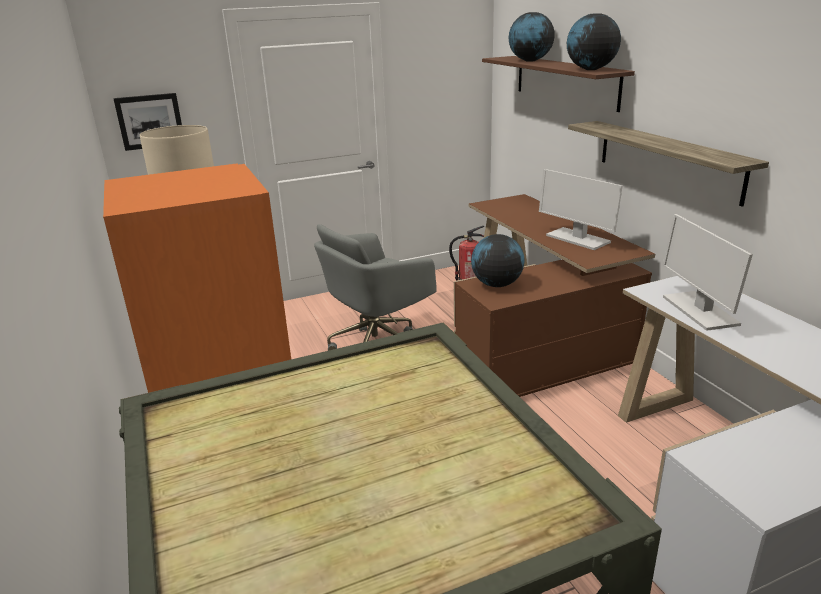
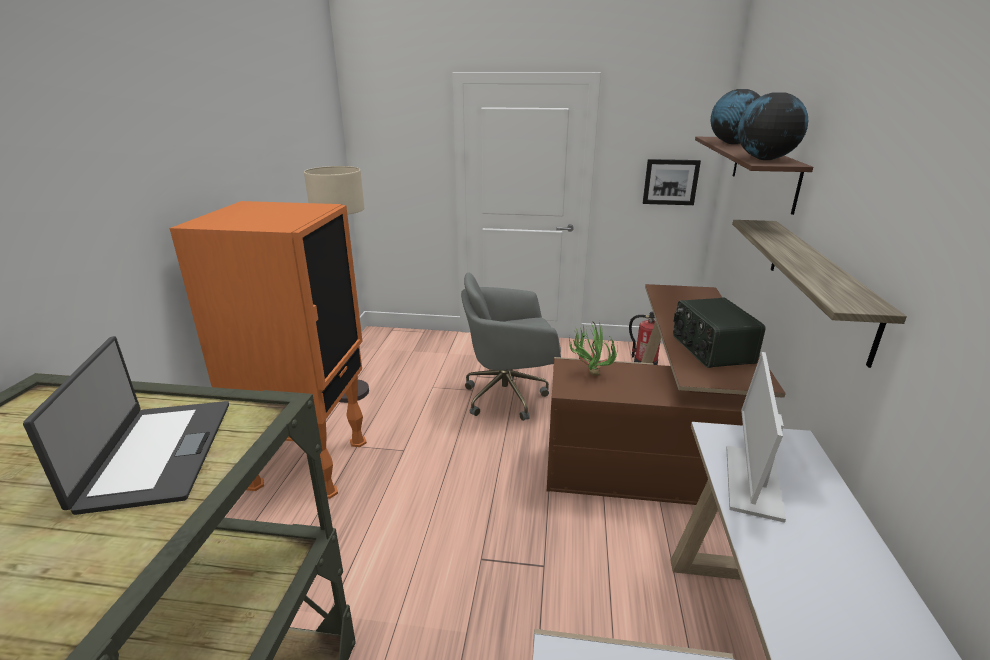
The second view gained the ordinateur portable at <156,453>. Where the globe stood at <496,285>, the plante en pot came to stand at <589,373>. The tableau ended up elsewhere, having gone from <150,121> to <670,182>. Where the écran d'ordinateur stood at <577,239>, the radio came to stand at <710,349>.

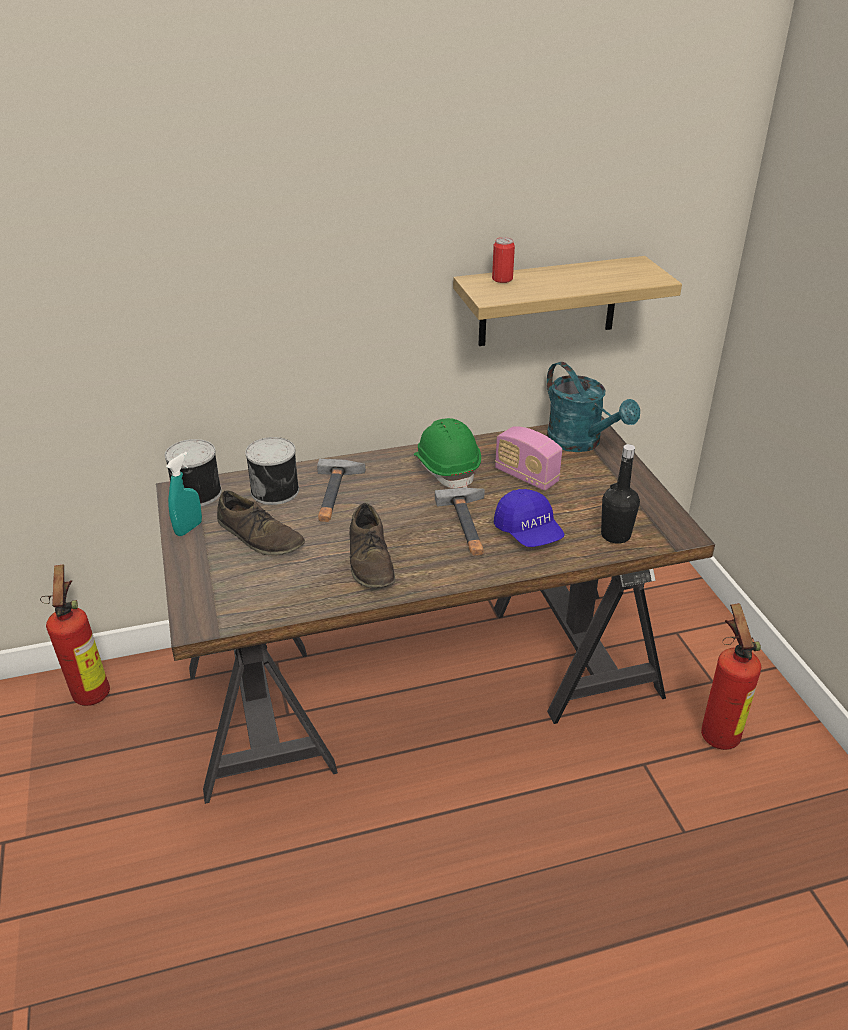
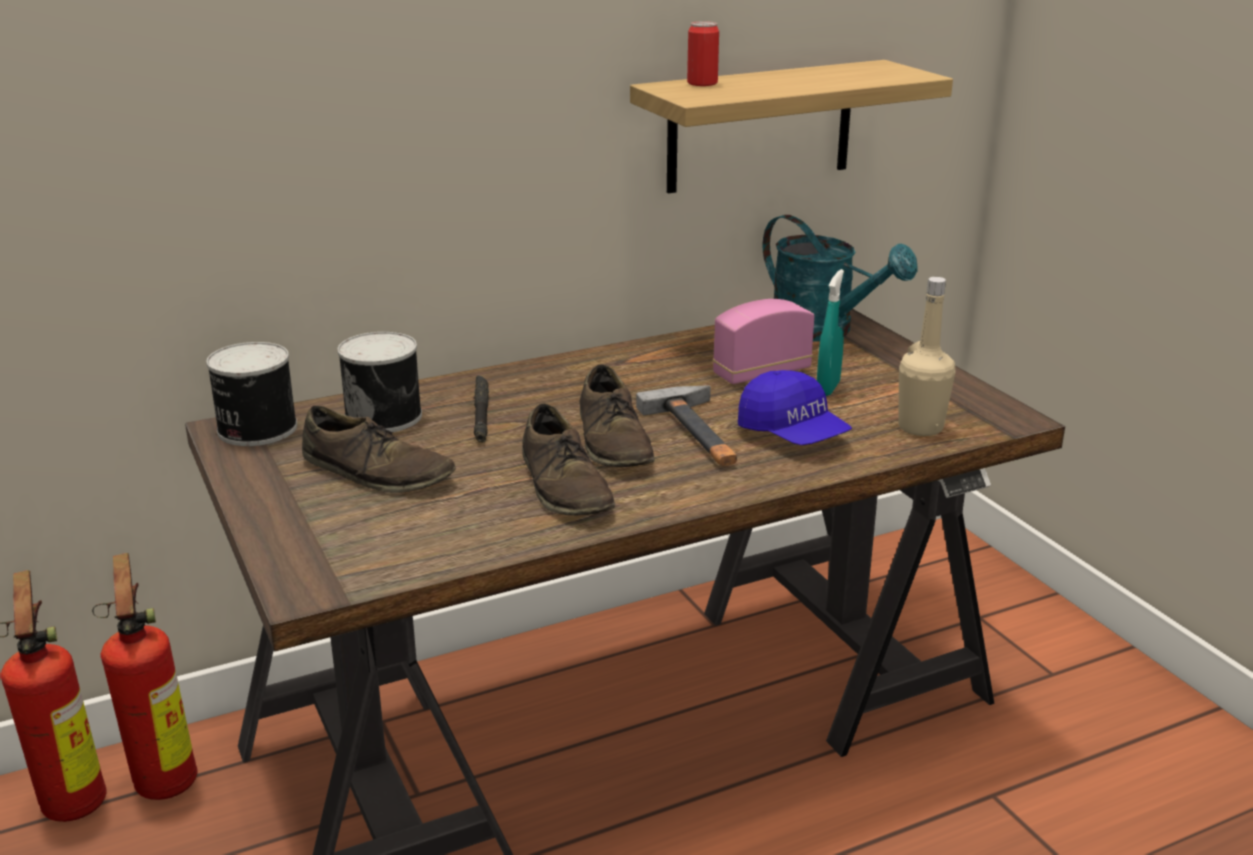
The extincteur ended up elsewhere, having gone from <717,732> to <167,777>. Where the marteau stood at <335,494>, the lampe de poche (noir) came to stand at <481,414>. The second view gained the chaussure (marron) at <614,441>. The radio at <526,476> ended up facing another way, 120 degrees clockwise from before. The vaporisateur (turquoise) ended up elsewhere, having gone from <188,528> to <828,388>. What was the bouteille (noir) at <615,535> turned into the bouteille (beige) at <920,427>. The second view lost the casque de chantier (vert) at <446,468>.

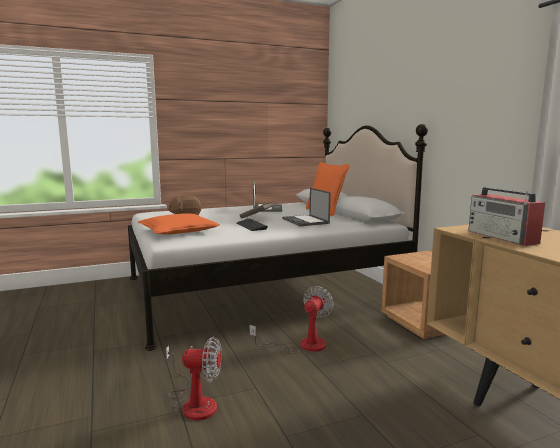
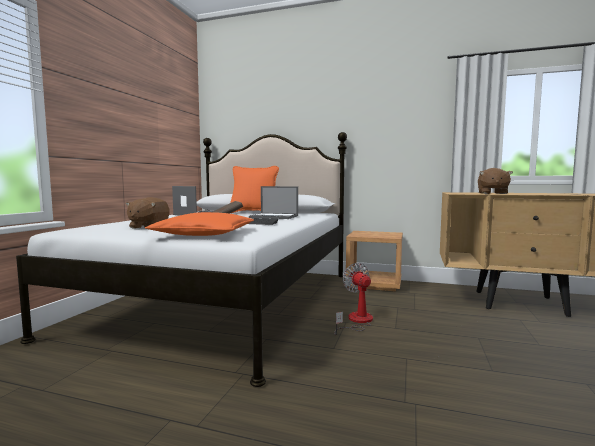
Where the radio stood at <502,237>, the peluche (marron) came to stand at <492,193>. The second view lost the ventilateur at <194,402>.

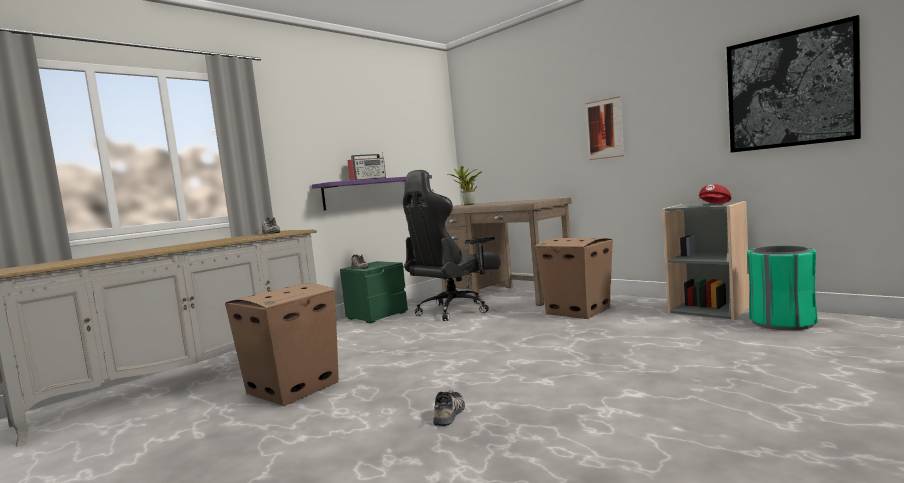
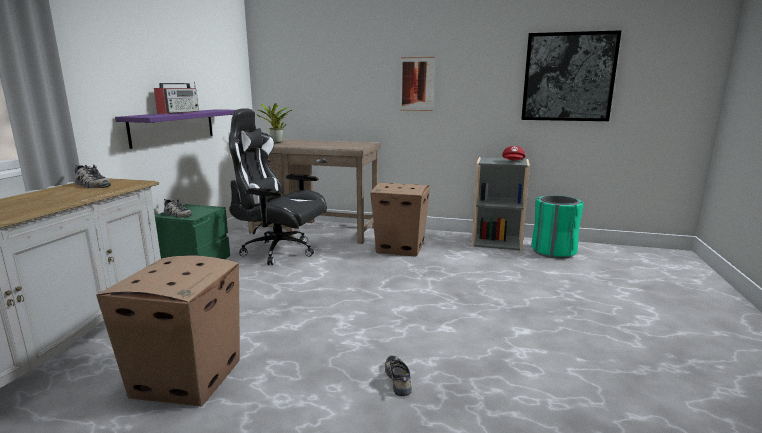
The chaise de bureau (noir) at <456,310> ended up facing another way, 90 degrees clockwise from before.

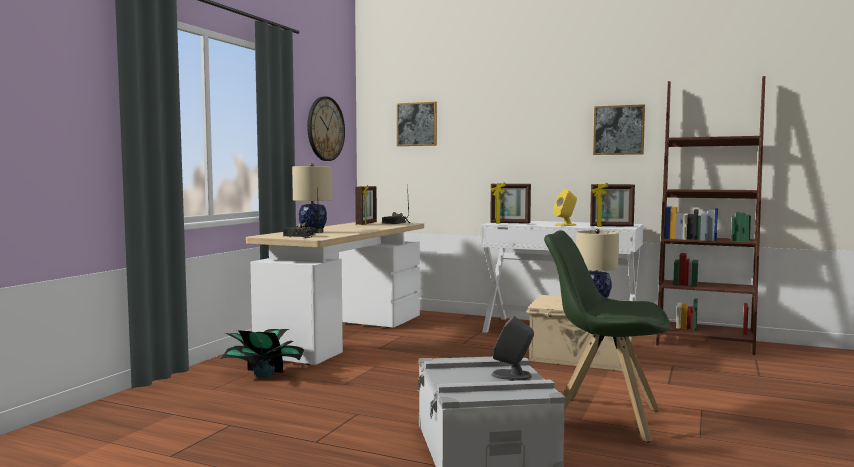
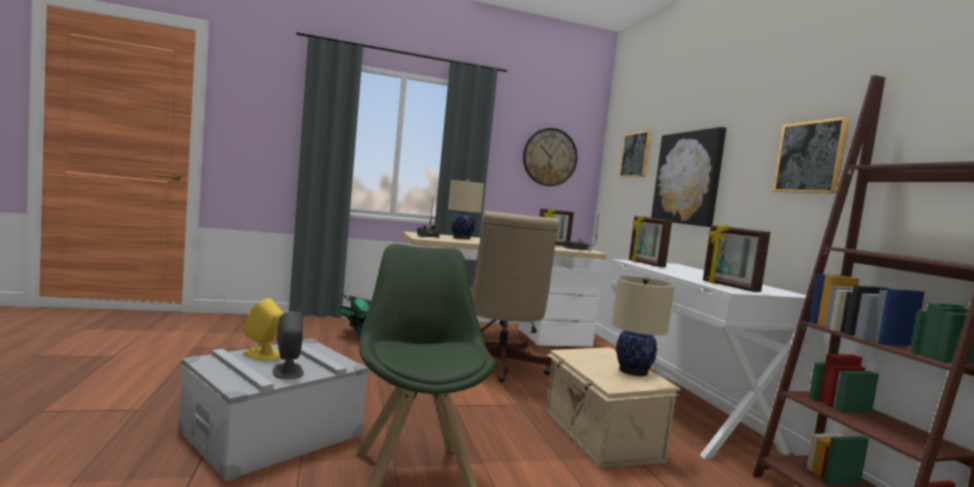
The enceinte (jaune) ended up elsewhere, having gone from <565,225> to <263,354>. The second view gained the chaise de bureau (beige) at <499,367>. The second view gained the tableau at <688,178>.

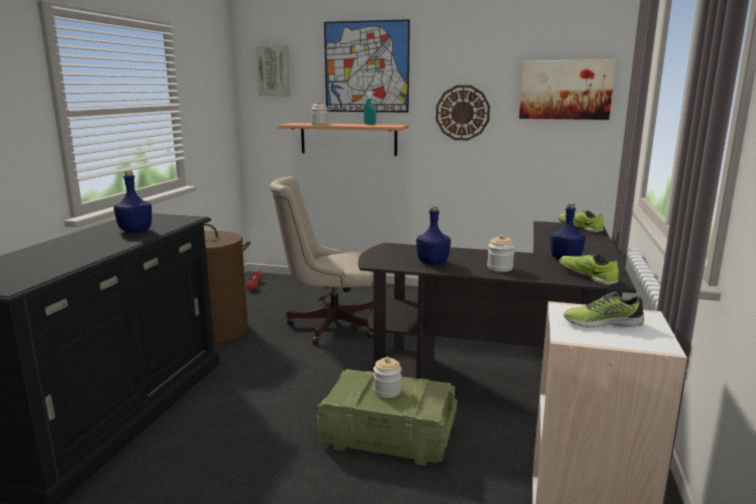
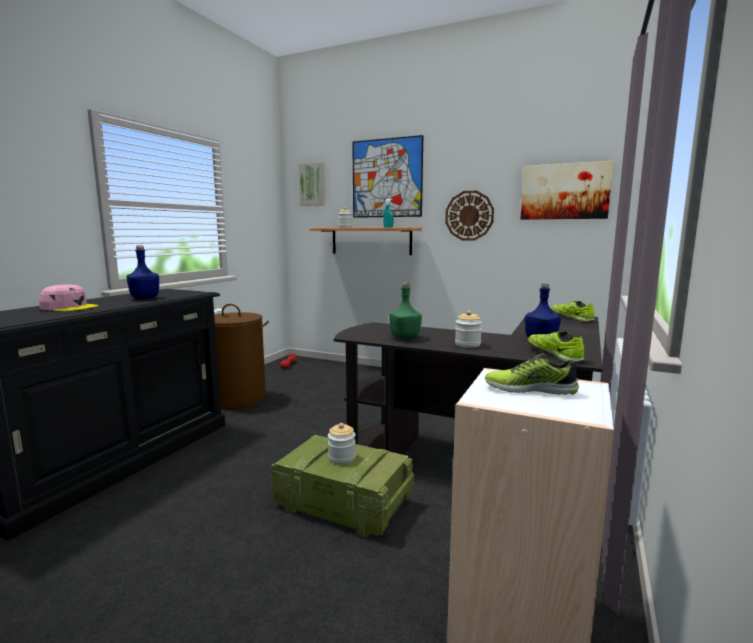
The second view gained the casquette (rose) at <69,307>. What was the bouteille (bleu) at <432,262> turned into the bouteille (vert) at <404,337>. The second view lost the chaise de bureau (beige) at <328,324>.

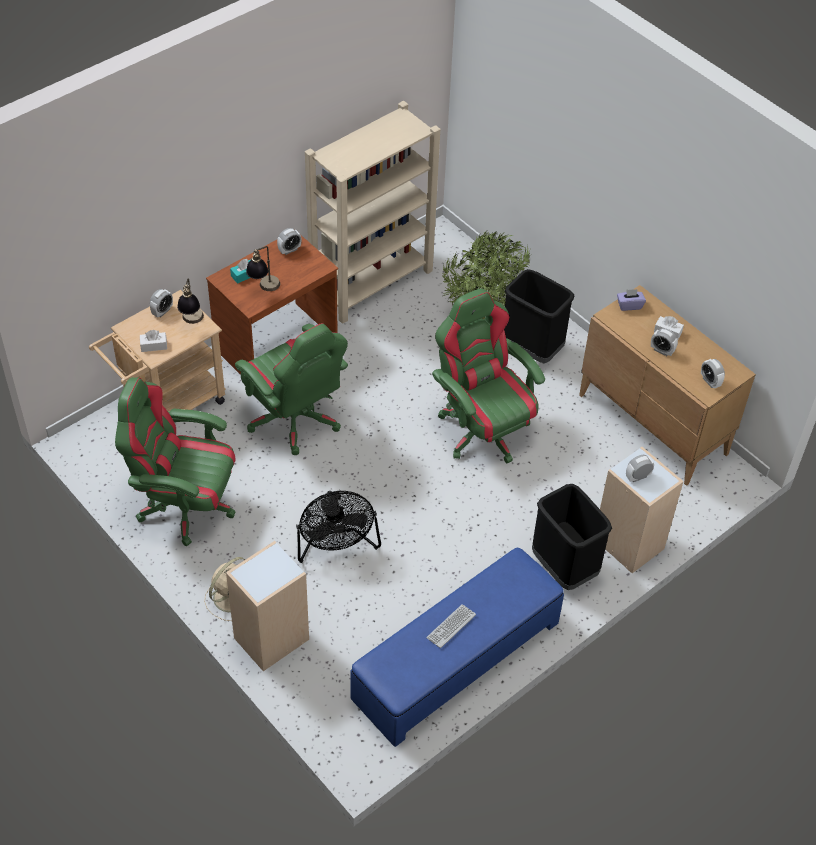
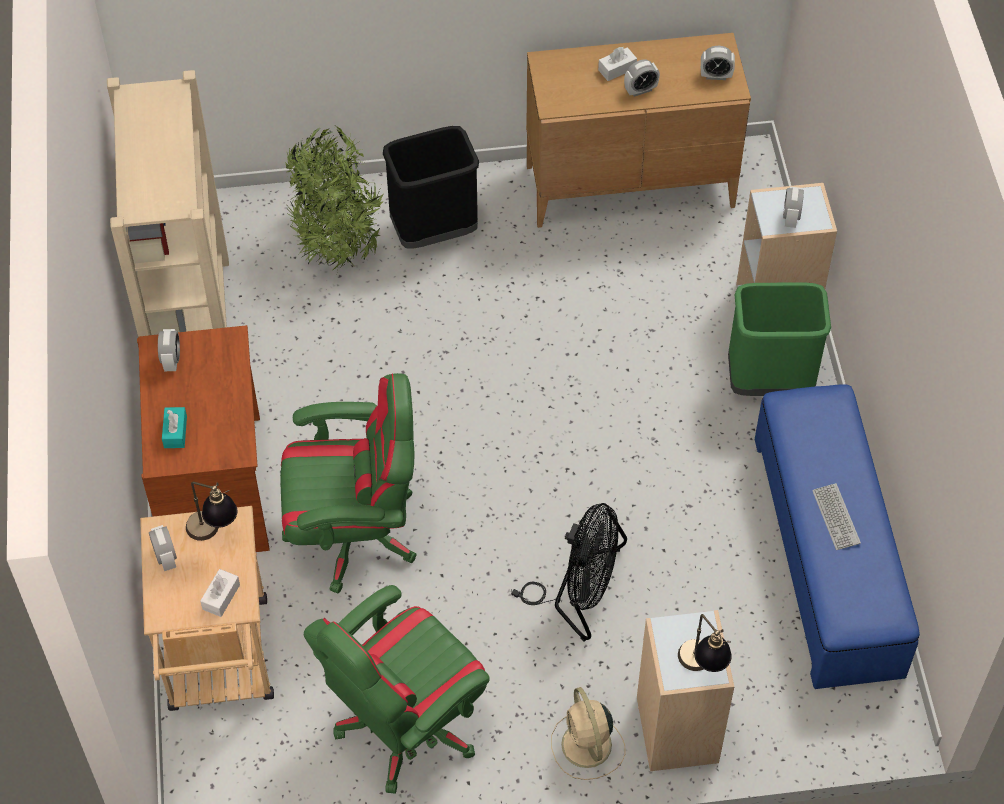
The lampe de table ended up elsewhere, having gone from <264,289> to <701,668>. What was the poubelle (noir) at <564,568> turned into the poubelle (vert) at <769,381>. The second view lost the chaise de bureau (vert) at <483,430>. The second view lost the boîte à mouchoirs (violet) at <629,305>.

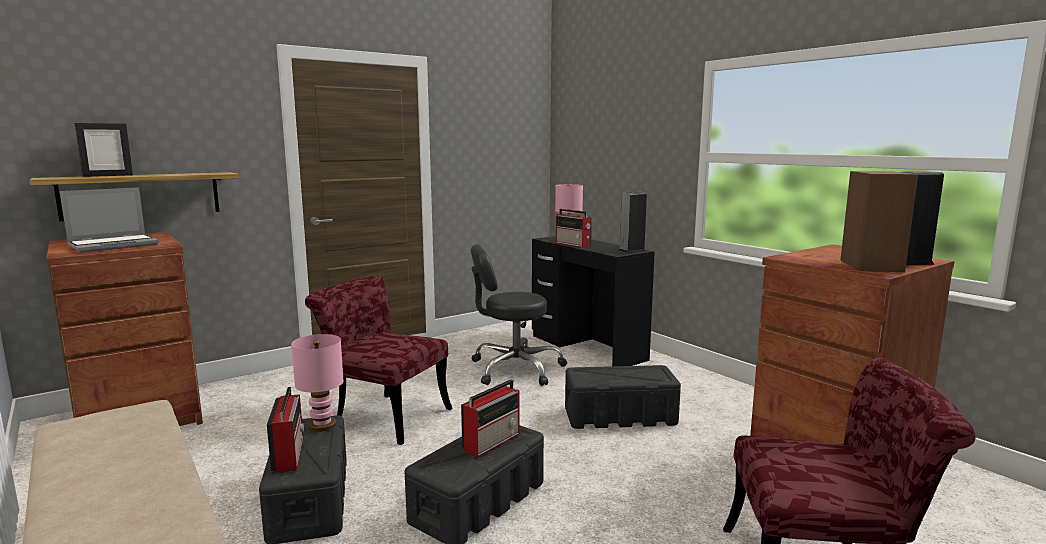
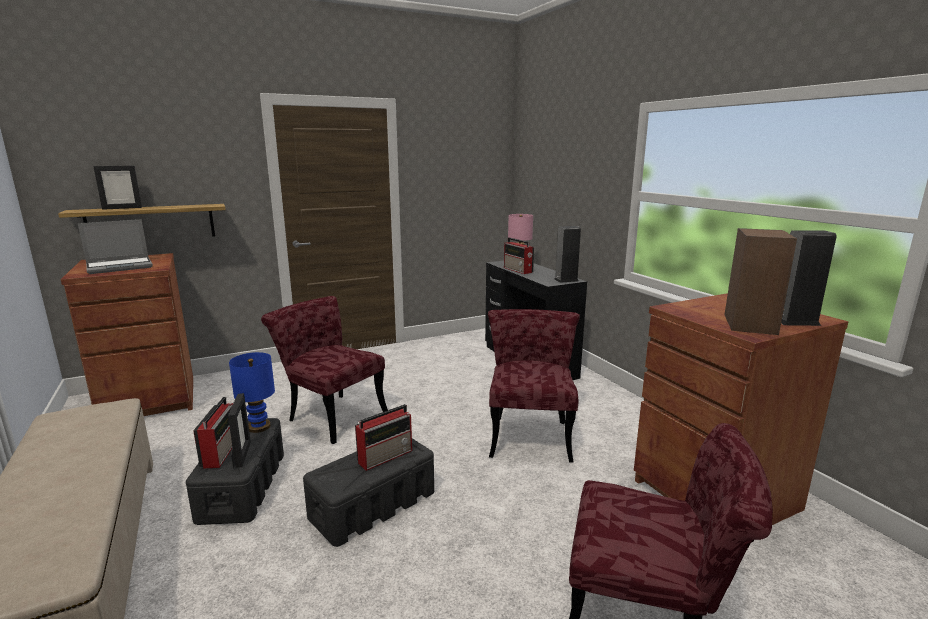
The second view gained the cadre photo at <242,454>. What was the lampe de table (rose) at <322,425> turned into the lampe de table (bleu) at <259,426>. Where the boîte de rangement (noir) stood at <620,416>, the chaise (rouge) came to stand at <530,433>. The second view lost the chaise de bureau (noir) at <511,369>.

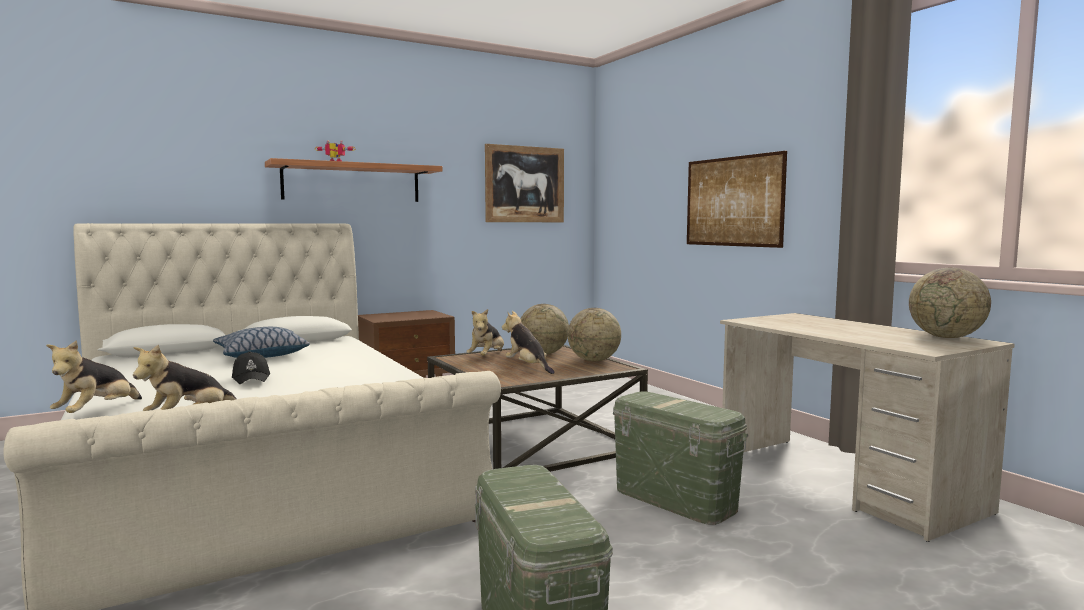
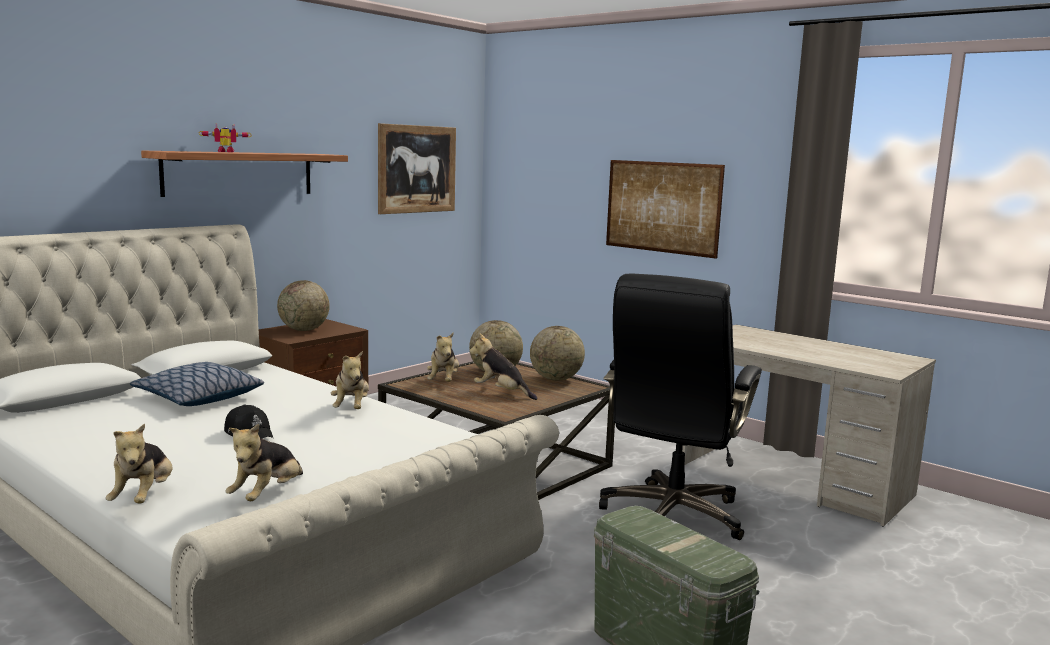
The globe ended up elsewhere, having gone from <946,337> to <304,330>. The second view gained the peluche at <351,408>. Where the boîte de rangement (vert) stood at <674,499>, the chaise de bureau (noir) came to stand at <674,513>.

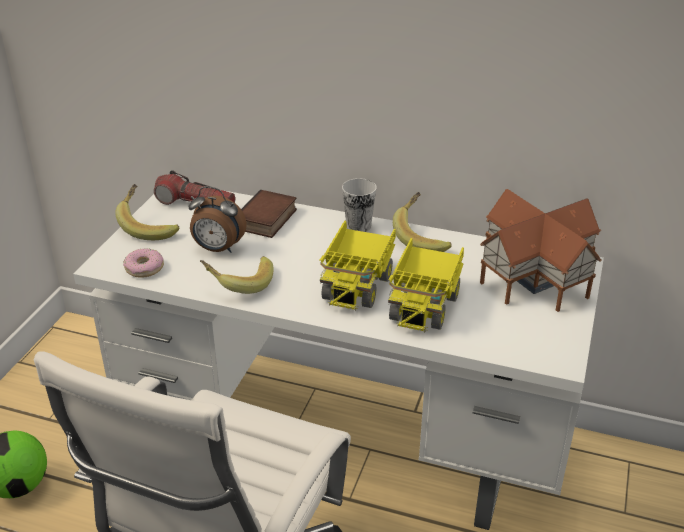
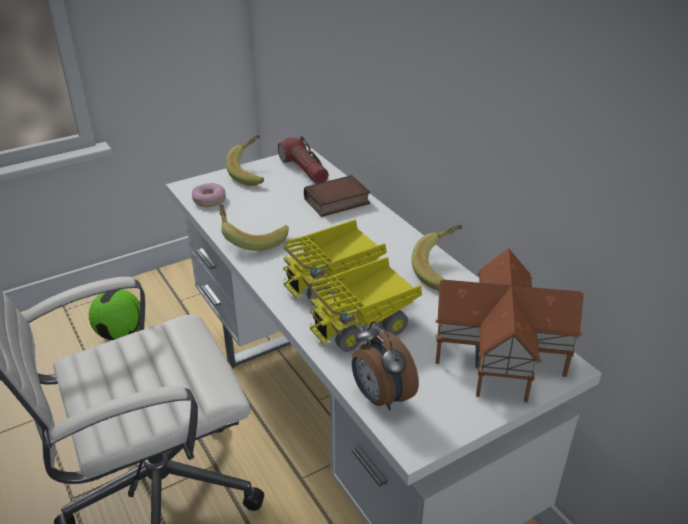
The réveil ended up elsewhere, having gone from <218,249> to <380,397>. The second view lost the tasse at <358,226>.

